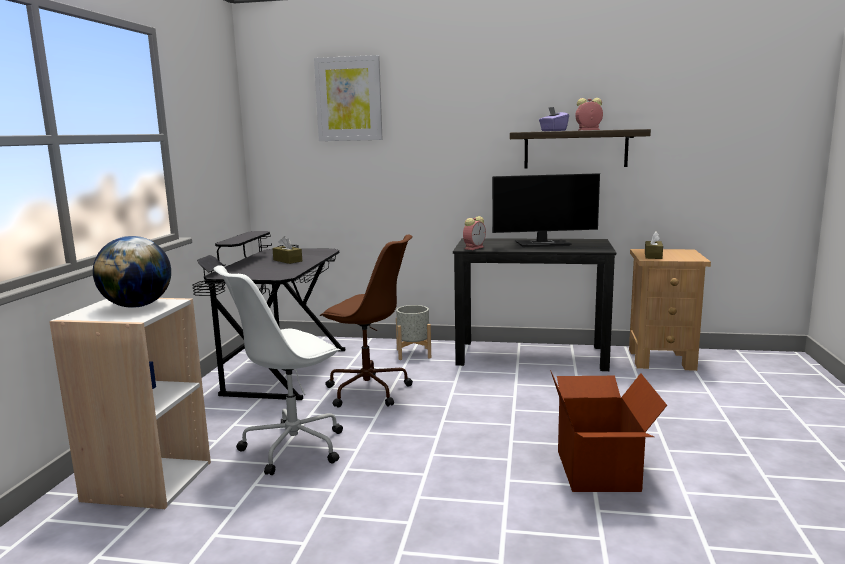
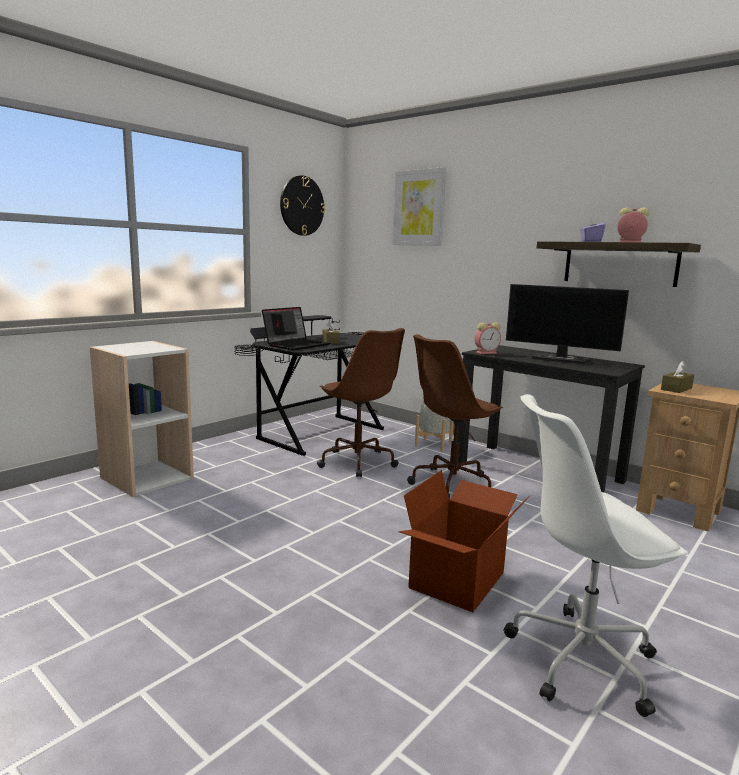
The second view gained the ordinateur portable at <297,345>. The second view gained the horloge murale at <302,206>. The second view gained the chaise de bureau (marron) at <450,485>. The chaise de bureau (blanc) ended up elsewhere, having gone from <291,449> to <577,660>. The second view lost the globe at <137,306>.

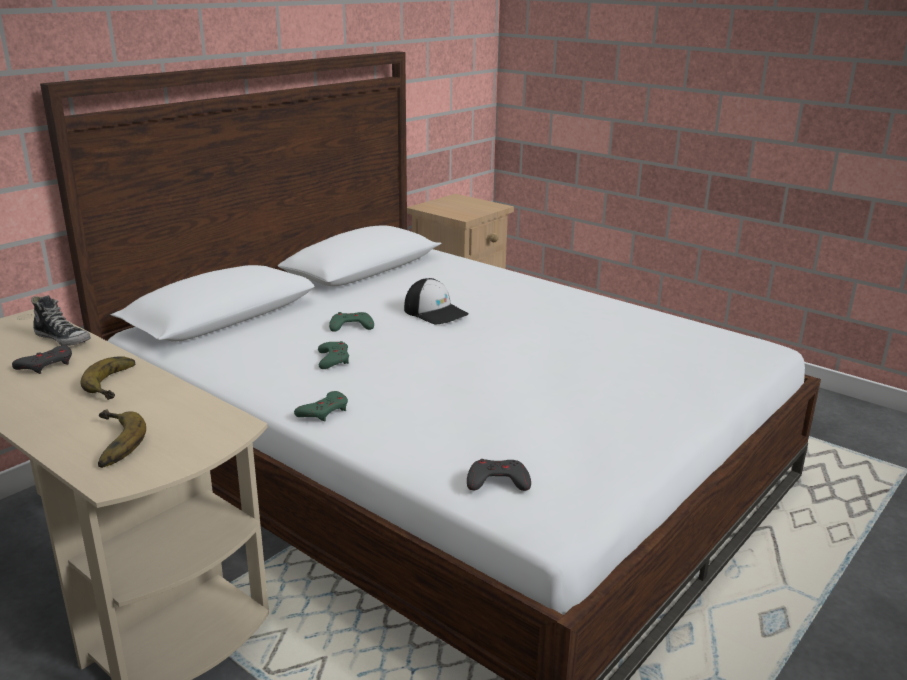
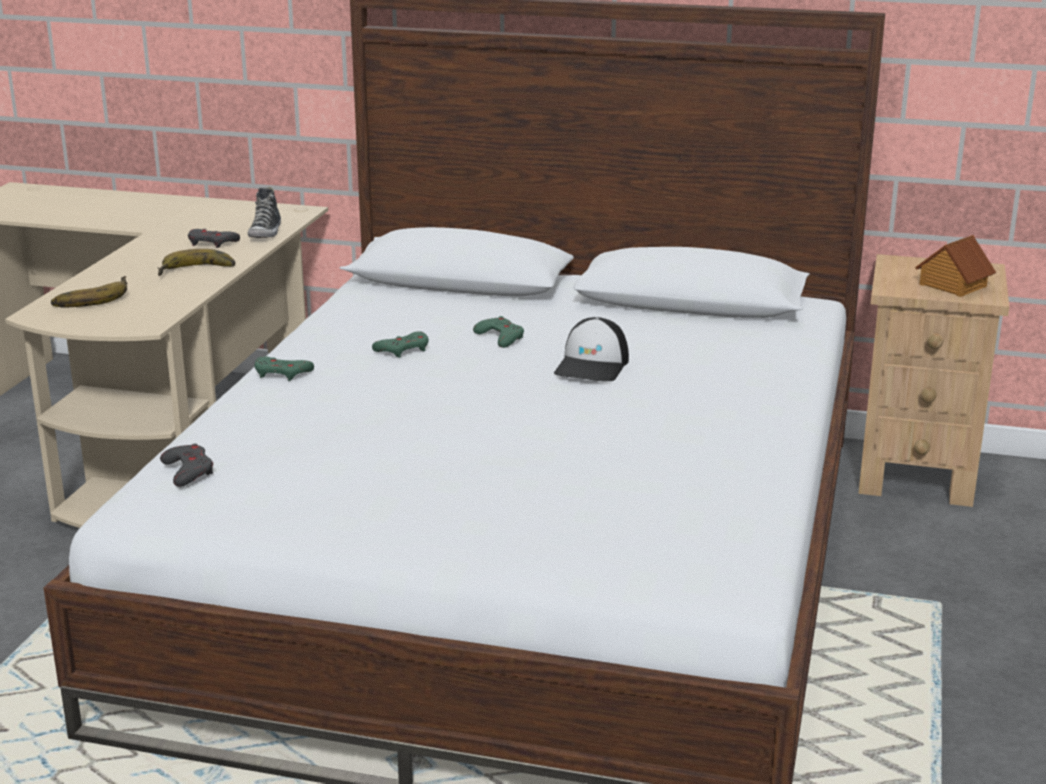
The second view gained the maison miniature at <952,285>.

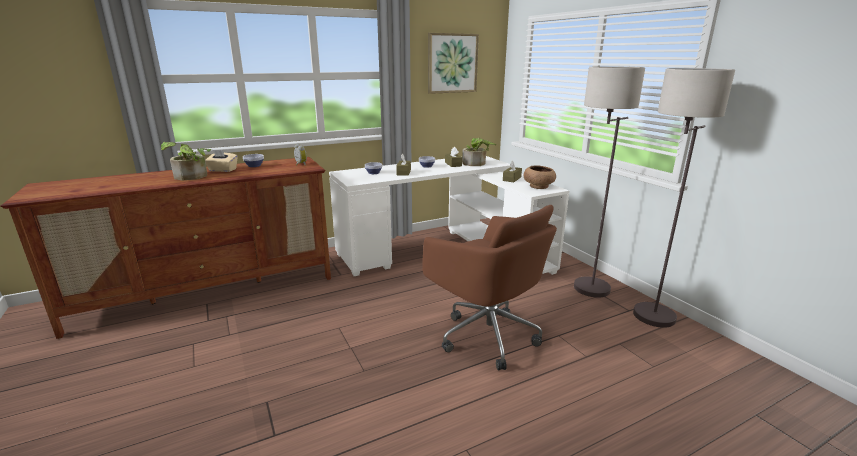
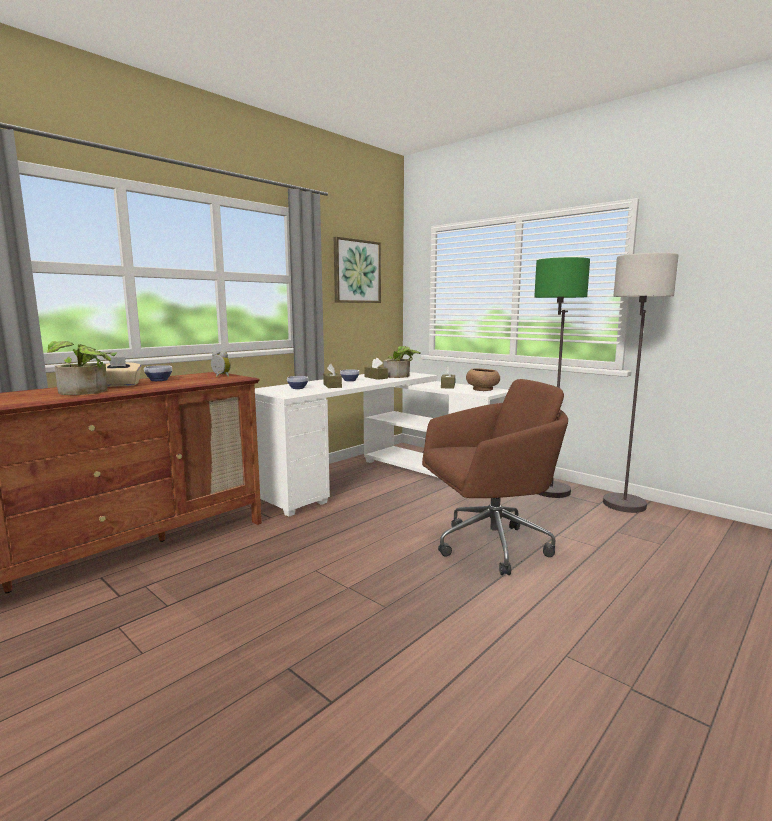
The chaise de bureau (marron) at <484,336> ended up facing another way, 45 degrees counterclockwise from before. What was the lampadaire (gris) at <585,292> turned into the lampadaire (vert) at <548,494>.

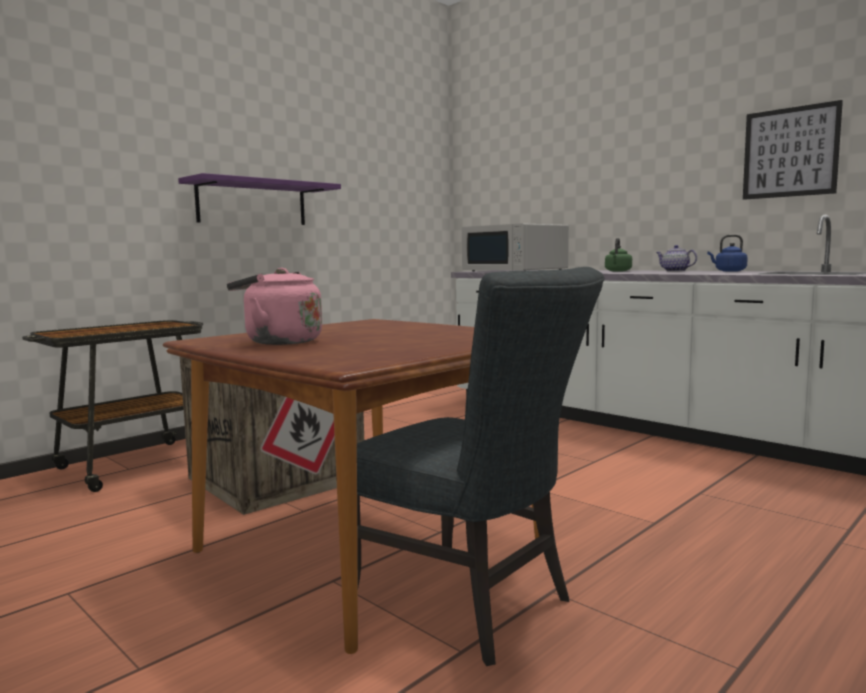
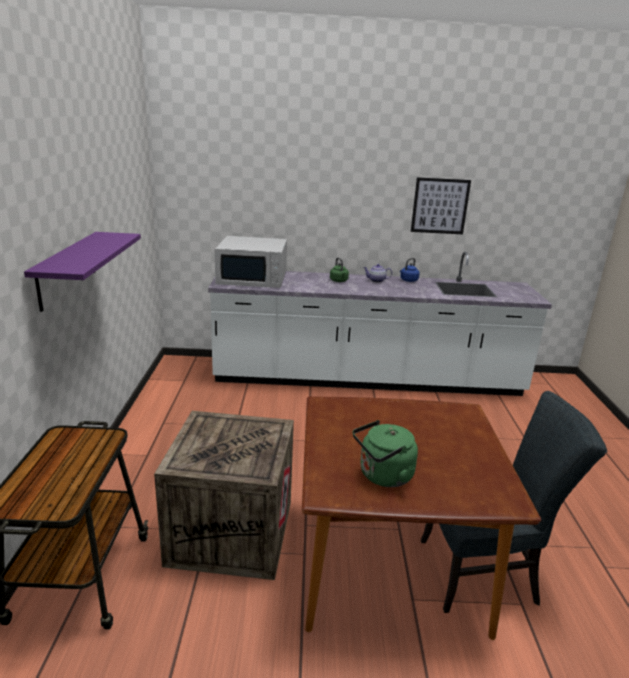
What was the bouilloire (rose) at <279,342> turned into the bouilloire (vert) at <383,476>.

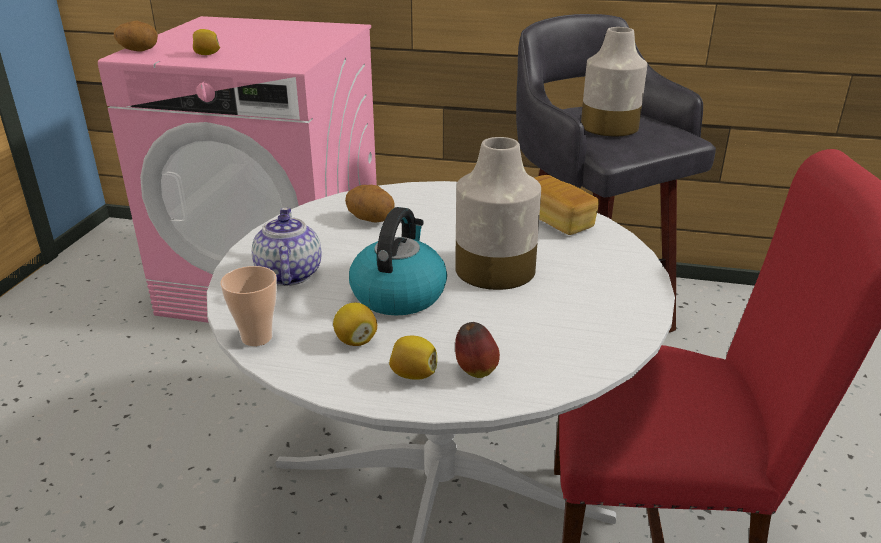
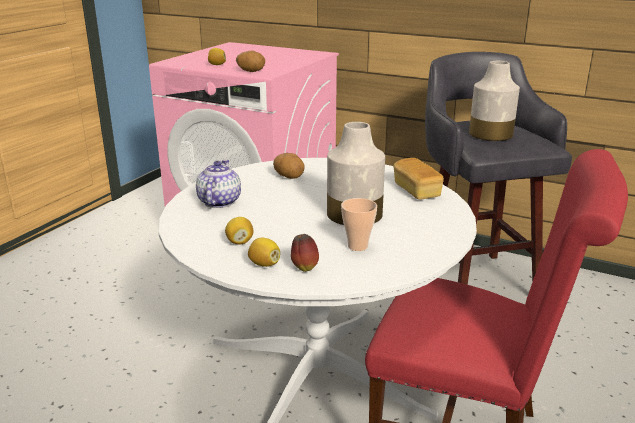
The pomme de terre ended up elsewhere, having gone from <139,50> to <251,71>. The tasse ended up elsewhere, having gone from <257,337> to <357,246>. The second view lost the bouilloire at <398,293>.

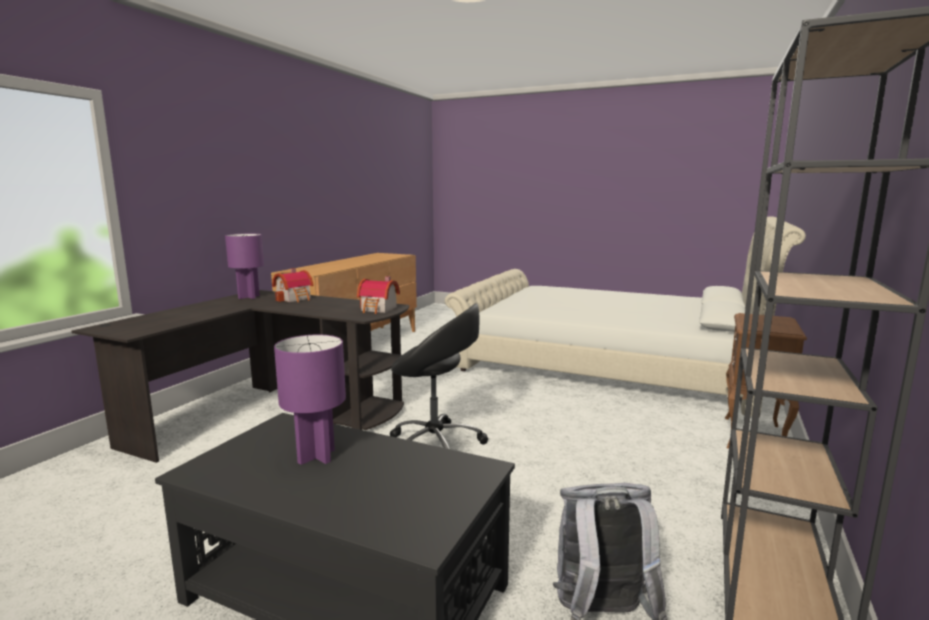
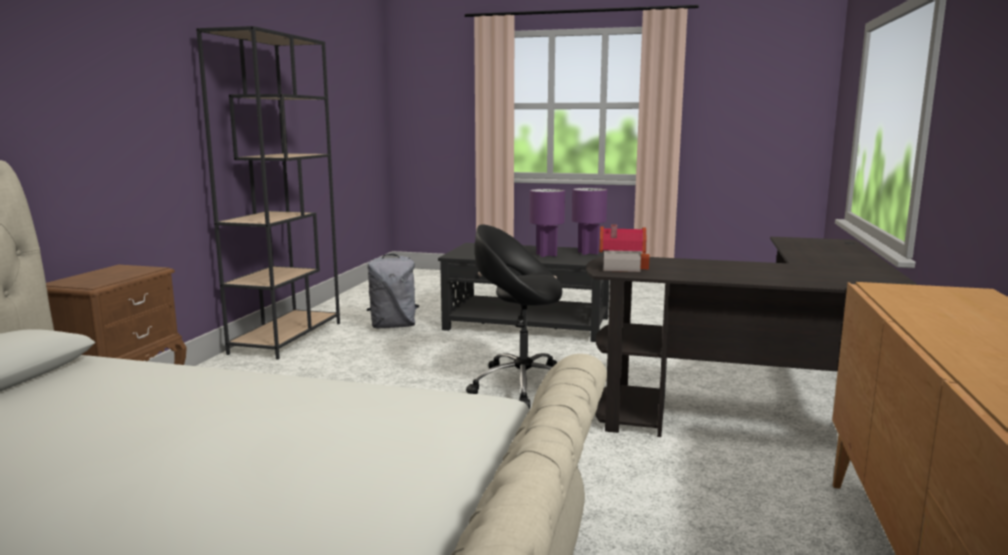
The lampe de table (violet) ended up elsewhere, having gone from <248,297> to <588,253>. The second view lost the maison miniature at <295,298>.

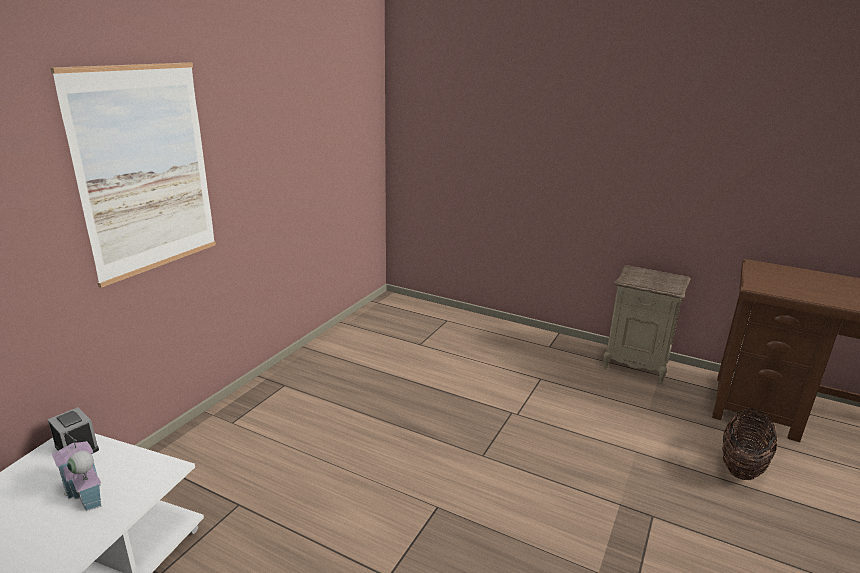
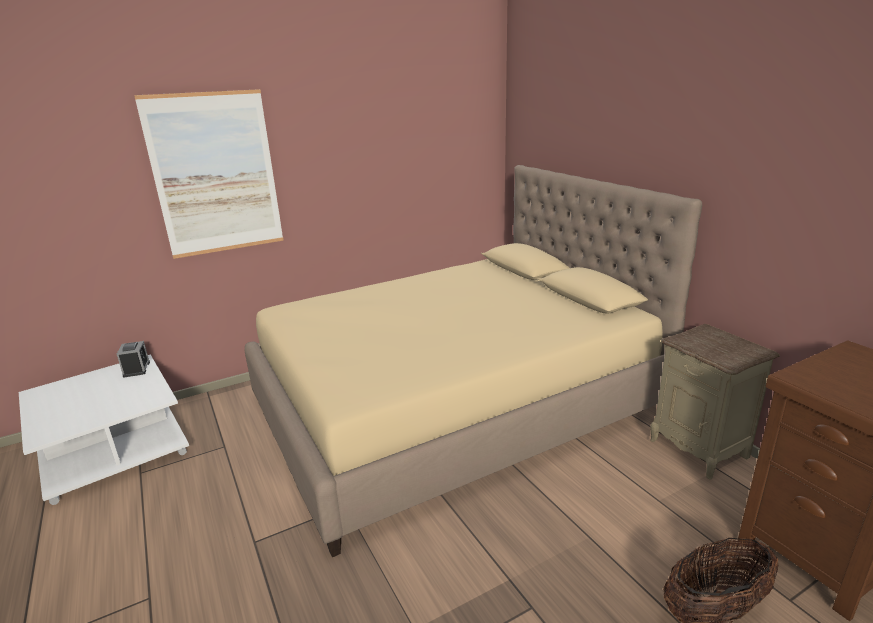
The second view gained the lit (beige) at <455,406>. The second view lost the maison miniature at <85,493>.

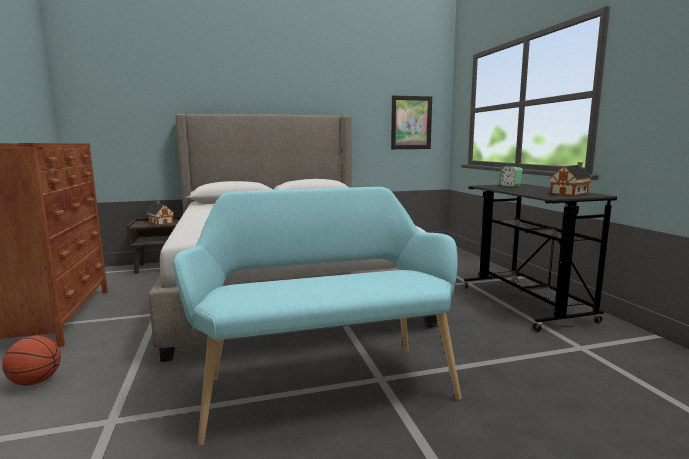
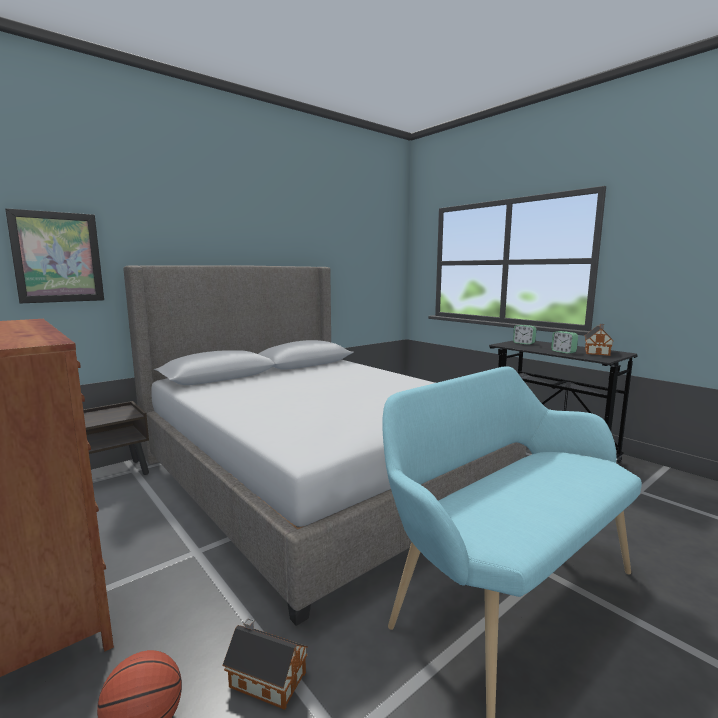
The tableau ended up elsewhere, having gone from <411,122> to <58,257>. The maison miniature ended up elsewhere, having gone from <160,222> to <265,678>. The second view gained the réveil at <563,352>.

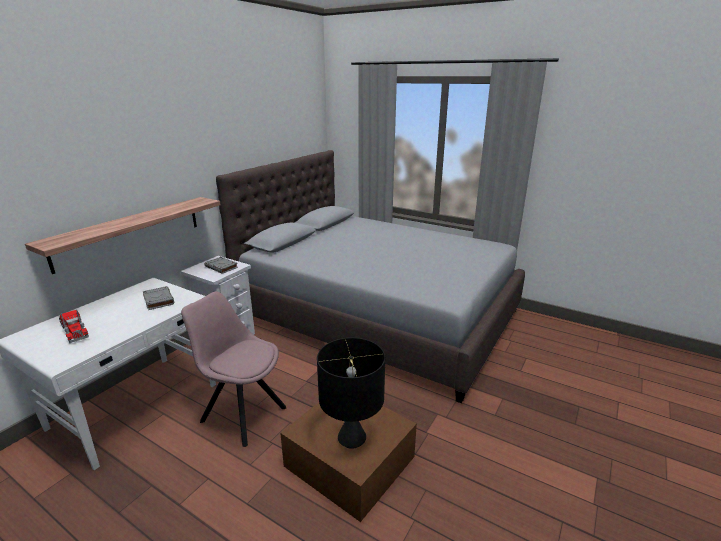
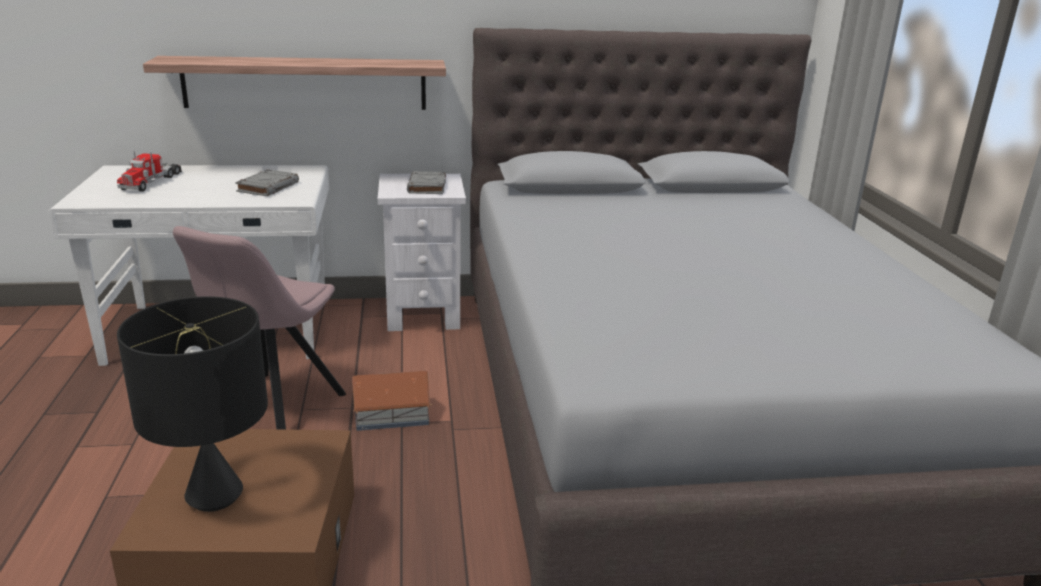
The chaise (rose) at <243,414> ended up facing another way, 150 degrees counterclockwise from before. The second view gained the maison miniature at <390,414>.

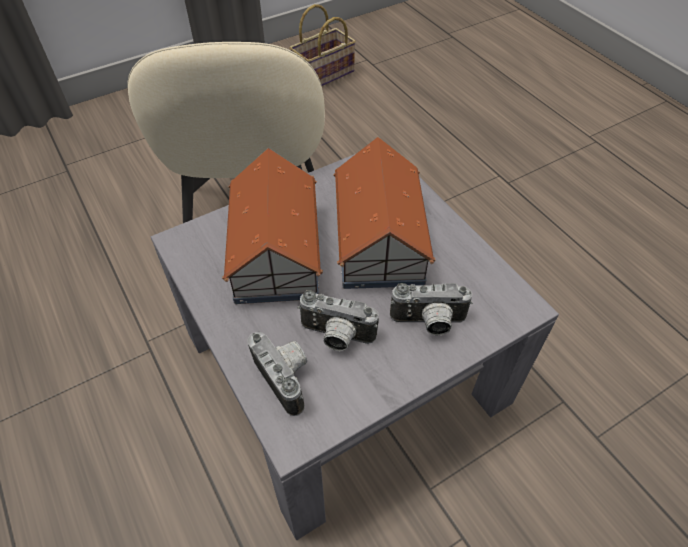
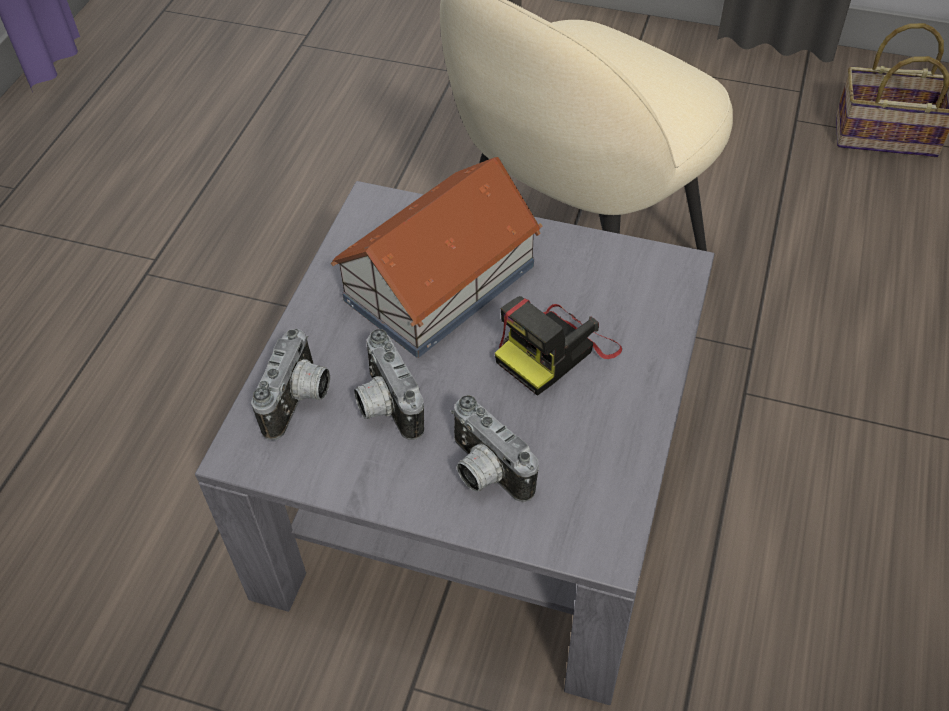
Where the maison miniature stood at <380,238>, the appareil photo came to stand at <556,351>.

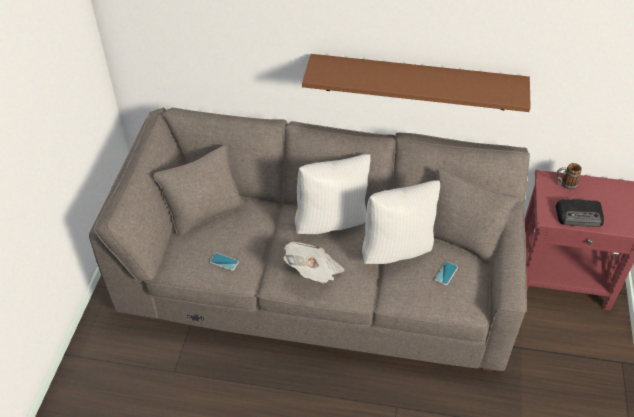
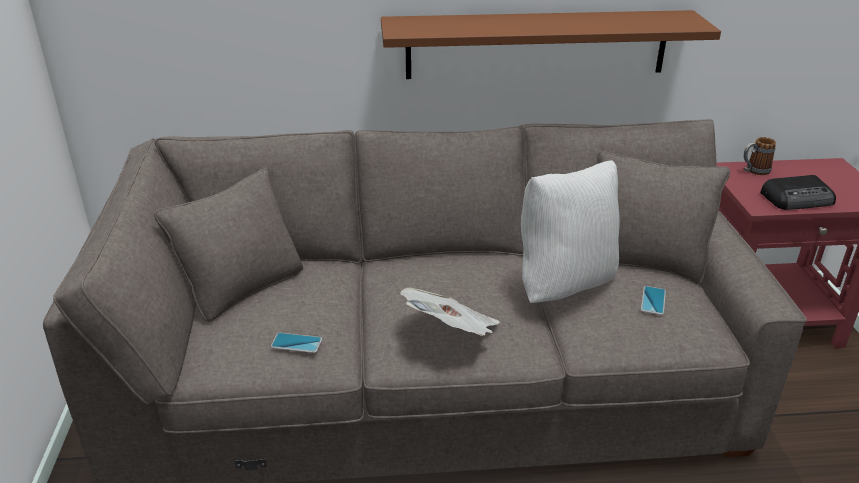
The second view lost the coussin (blanc) at <331,221>.

